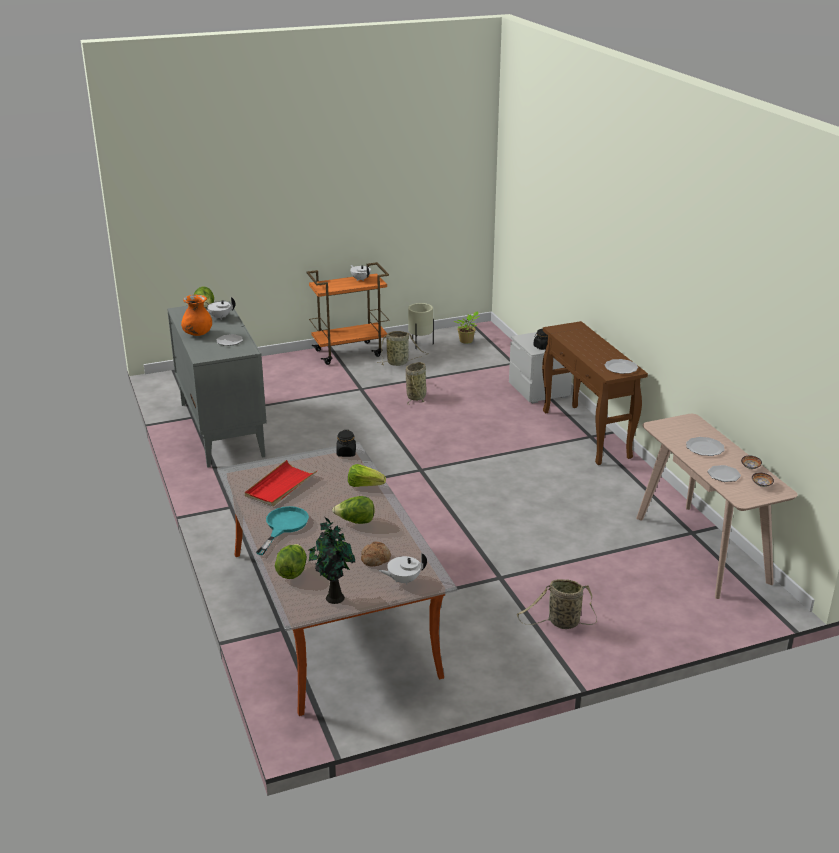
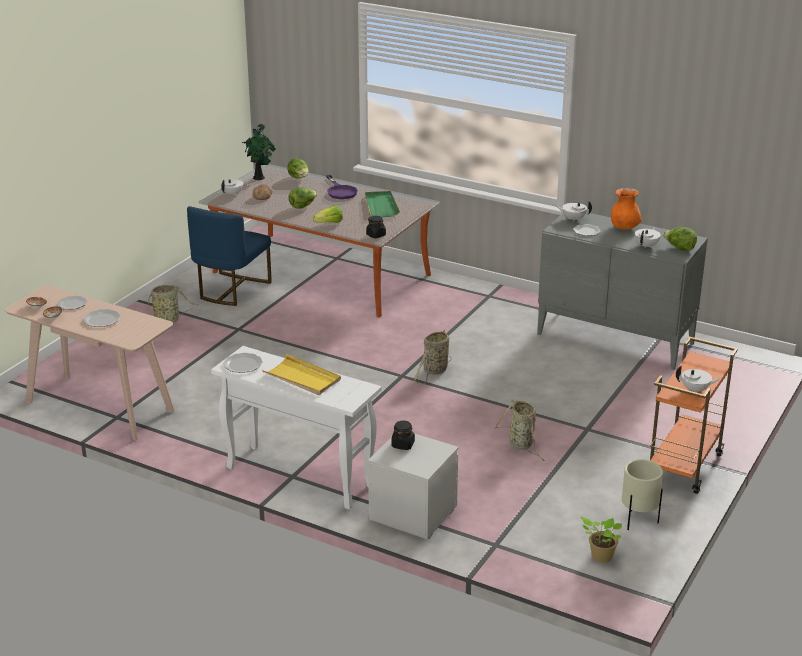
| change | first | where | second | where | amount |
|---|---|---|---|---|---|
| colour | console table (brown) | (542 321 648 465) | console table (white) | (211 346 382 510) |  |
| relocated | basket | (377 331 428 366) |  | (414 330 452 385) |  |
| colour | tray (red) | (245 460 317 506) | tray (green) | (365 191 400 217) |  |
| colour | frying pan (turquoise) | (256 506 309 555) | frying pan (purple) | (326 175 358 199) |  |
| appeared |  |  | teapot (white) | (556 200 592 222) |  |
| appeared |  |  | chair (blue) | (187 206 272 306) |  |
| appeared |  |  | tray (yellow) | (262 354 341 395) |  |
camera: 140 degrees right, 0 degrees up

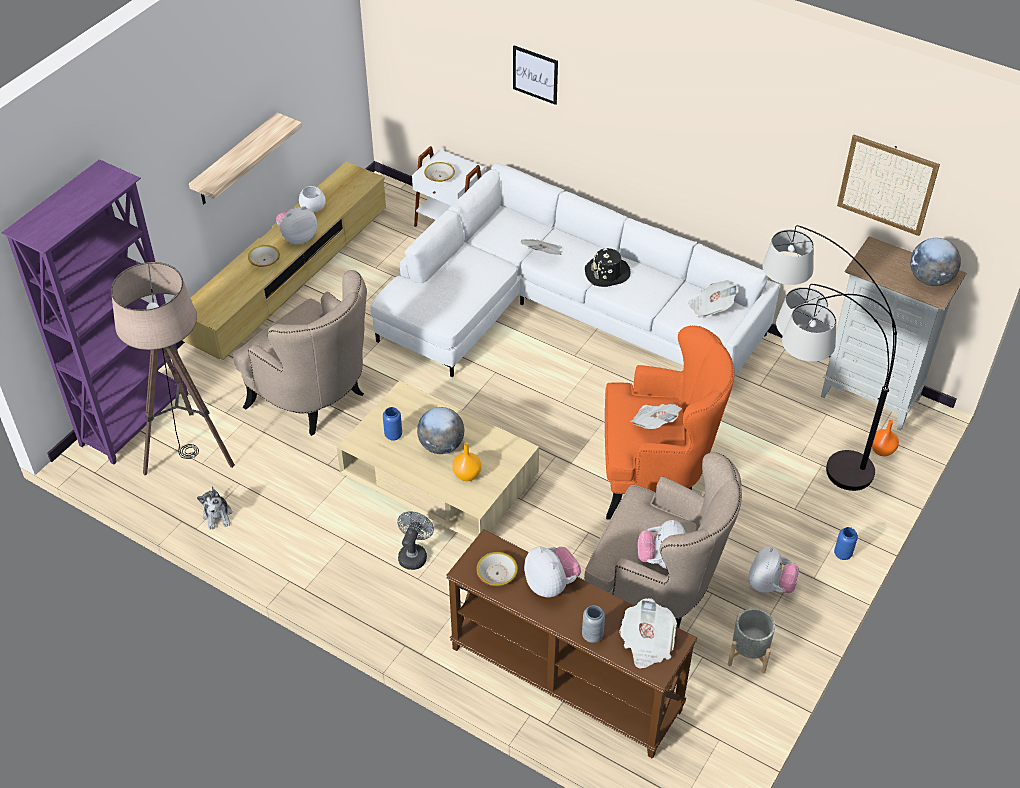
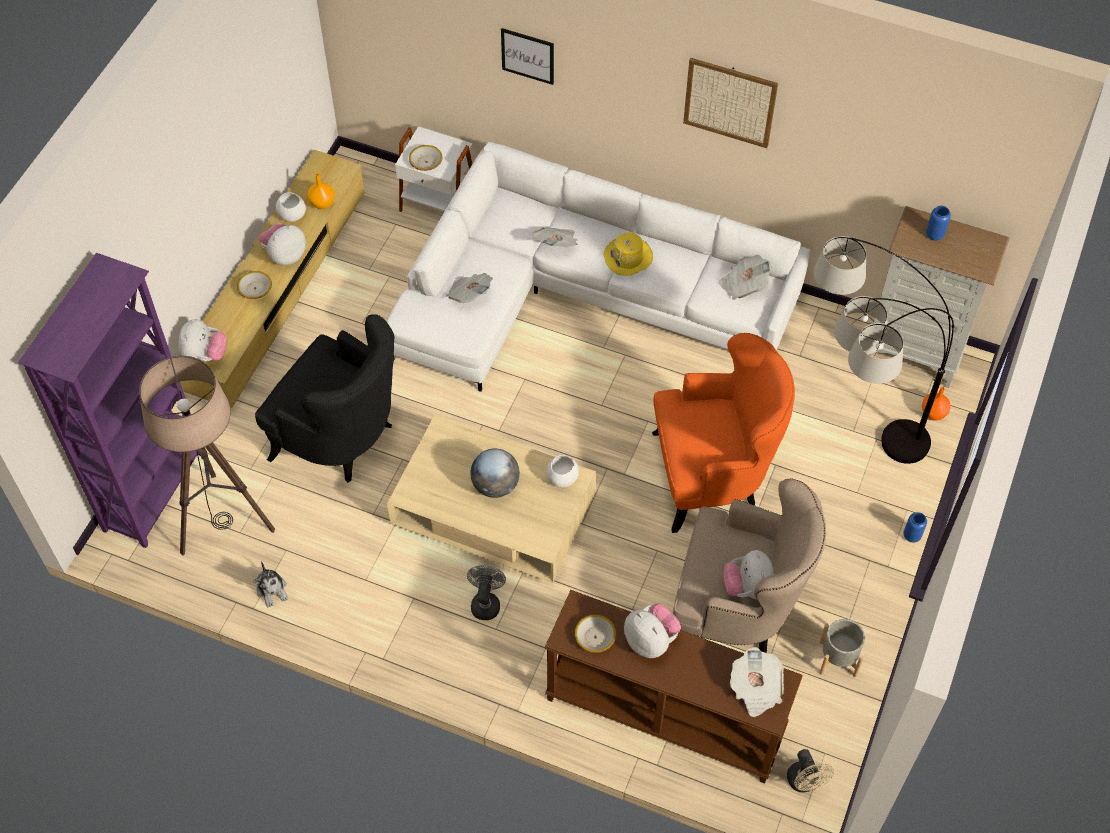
| change | first | where | second | where | amount |
|---|---|---|---|---|---|
| missing | shelf | (189 112 302 204) |  |  |  |
| relocated | picture | (837 134 940 236) |  | (683 58 778 148) |  |
| missing | globe | (910 238 961 286) |  |  |  |
| colour | hat (black) | (585 248 631 287) | hat (yellow) | (603 232 653 276) |  |
| colour | armchair (beige) | (233 270 367 436) | armchair (black) | (255 314 394 483) |  |
| relocated | newspaper | (630 404 682 429) |  | (446 273 493 303) |  |
| relocated | vase (blue) | (383 407 402 441) |  | (926 206 951 240) |  |
| relocated | vase (orange) | (452 443 482 481) |  | (308 173 335 209) |  |
| relocated | plush toy | (749 546 799 593) |  | (178 319 227 361) |  |
| missing | vase (grey) | (582 605 605 643) |  |  |  |
| appeared |  |  | bowl (white) | (546 455 579 487) |  |
| appeared |  |  | fan (beige) | (787 749 834 792) |  |
camera: 10 degrees left, 10 degrees up

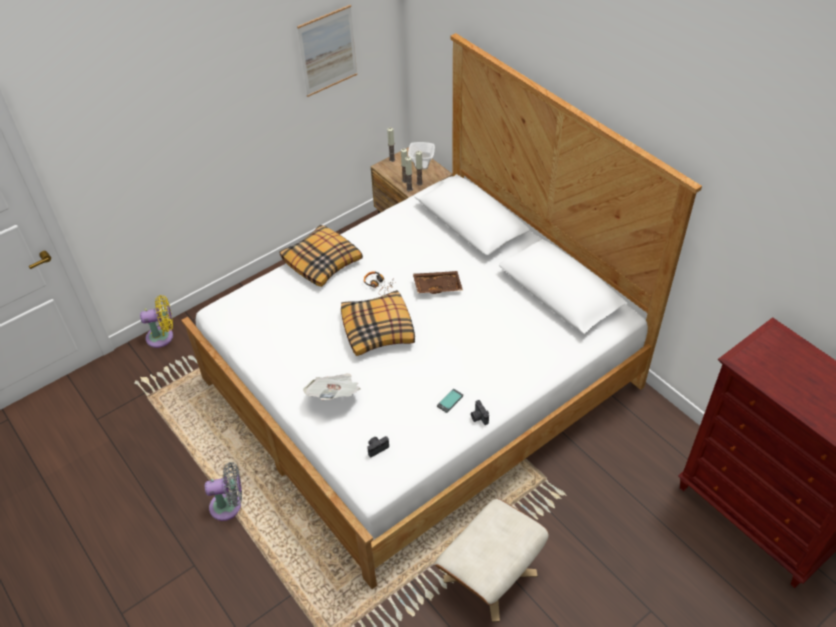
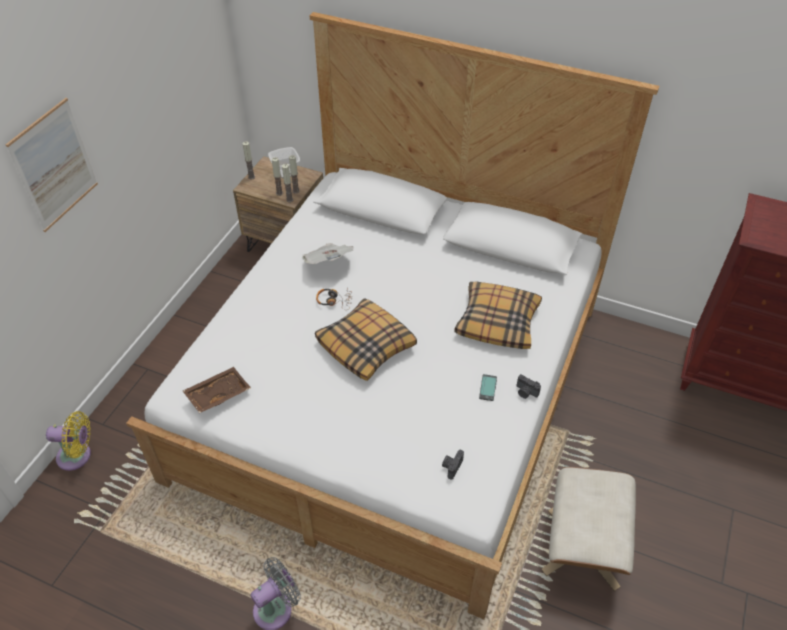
| change | first | where | second | where | amount |
|---|---|---|---|---|---|
| relocated | picture | (297 5 357 97) |  | (6 98 98 232) |  |
| relocated | pillow | (280 225 363 287) |  | (454 282 542 349) |  |
| relocated | tray (brown) | (413 271 463 294) |  | (183 367 251 413) |  |
| spun | fan (yellow) | (140 295 173 348) |  | (46 411 91 471) | 45 degrees clockwise |
| relocated | newspaper | (303 373 360 400) |  | (302 243 354 264) |  |
camera: 30 degrees left, 0 degrees up

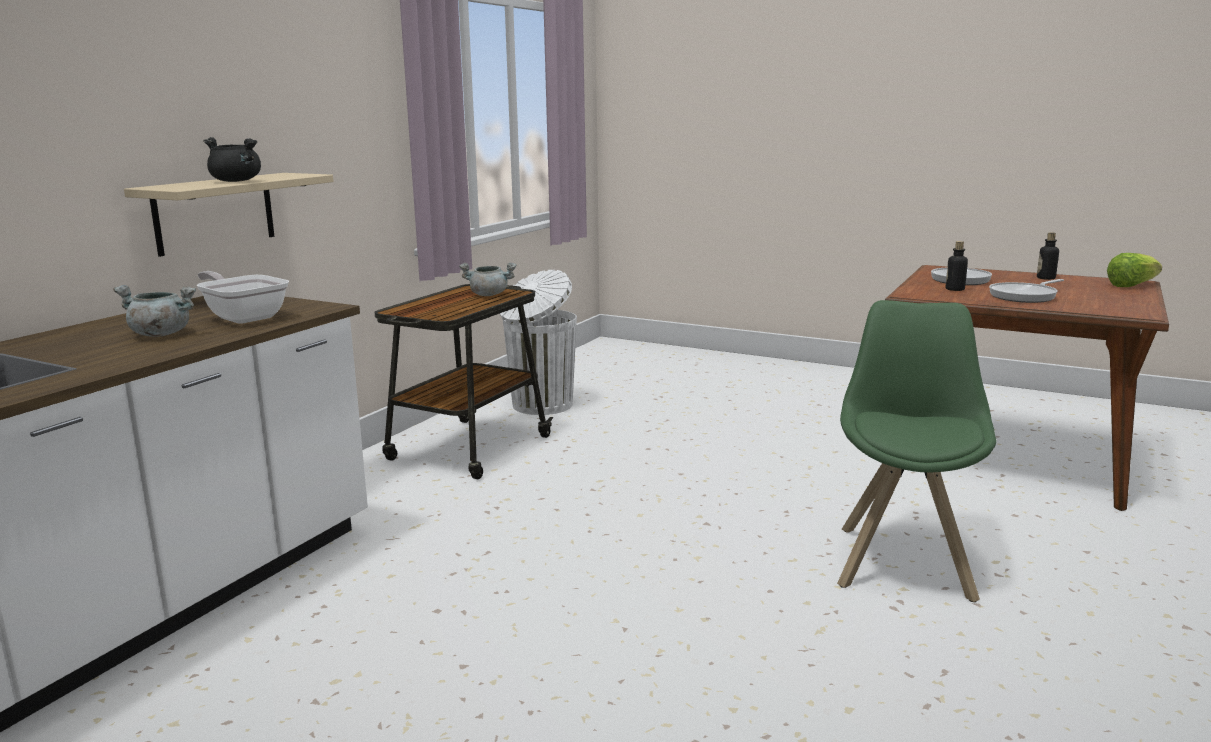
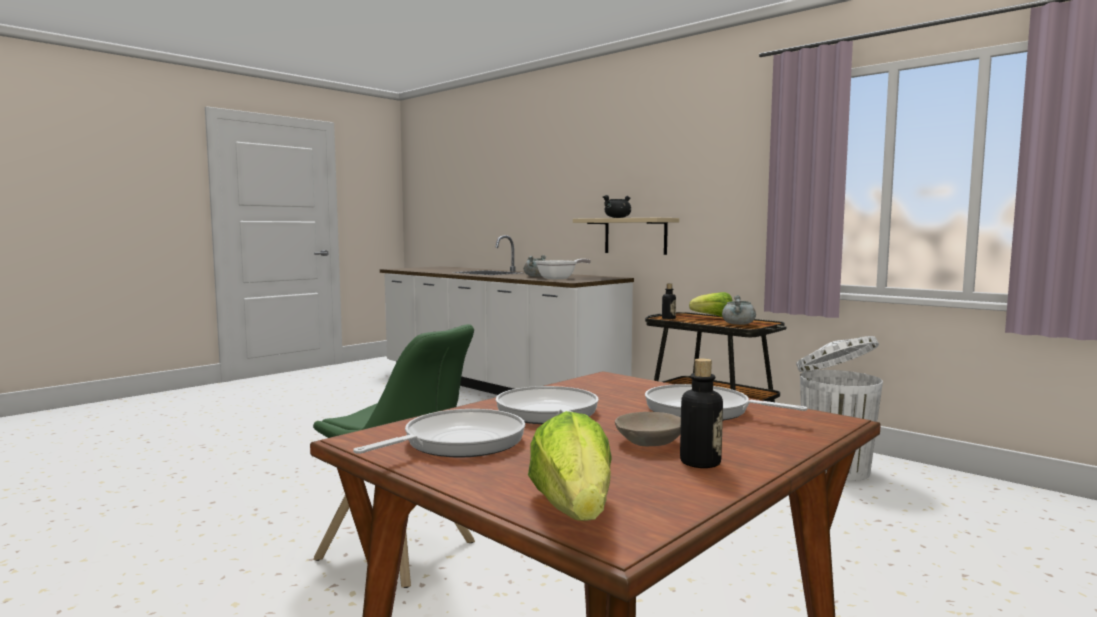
| change | first | where | second | where | amount |
|---|---|---|---|---|---|
| relocated | bottle | (946 241 968 291) |  | (662 283 676 319) |  |
| appeared |  |  | lettuce | (689 292 732 317) |  |
| appeared |  |  | frying pan | (353 409 525 458) |  |
| appeared |  |  | bowl (beige) | (615 412 681 446) |  |
camera: 105 degrees right, 10 degrees down

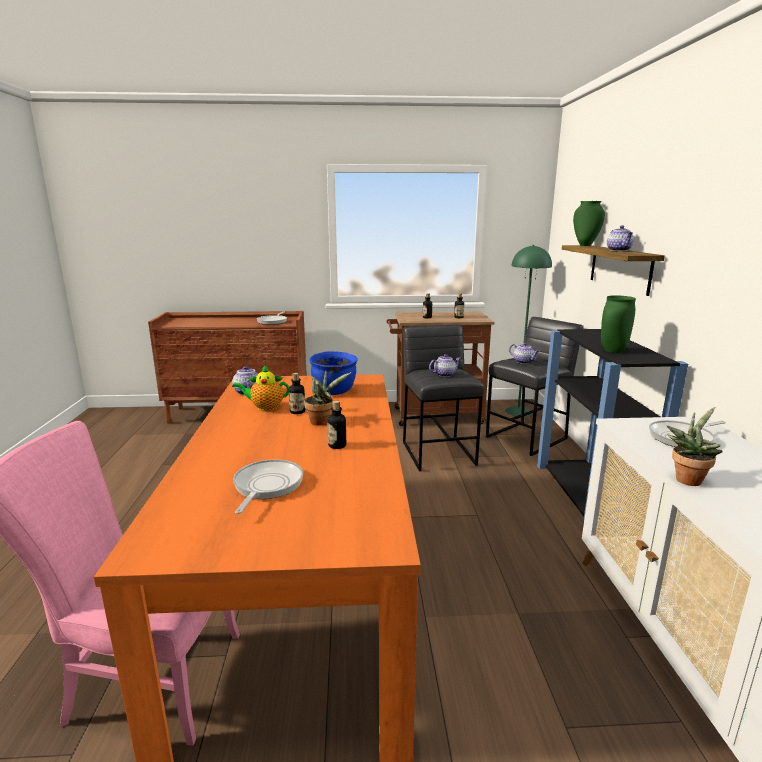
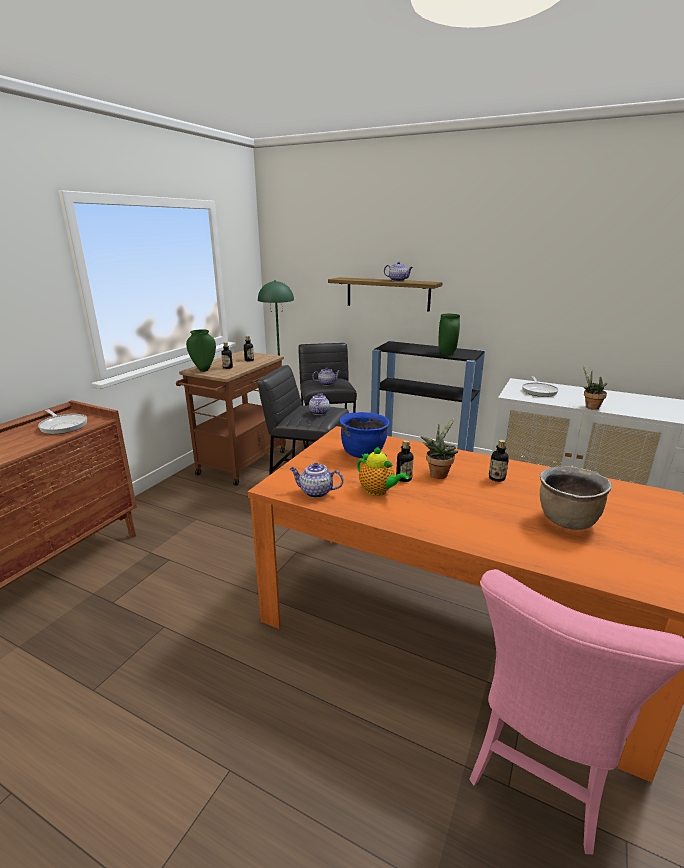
| change | first | where | second | where | amount |
|---|---|---|---|---|---|
| relocated | vase (green) | (573 201 605 246) |  | (186 329 216 372) |  |
| spun | teapot | (232 365 289 411) |  | (357 446 409 496) | 75 degrees counterclockwise |
| exchanged | frying pan | (233 459 303 514) | cooking pot (brown) | (540 467 612 530) |  |
camera: 60 degrees left, 5 degrees up

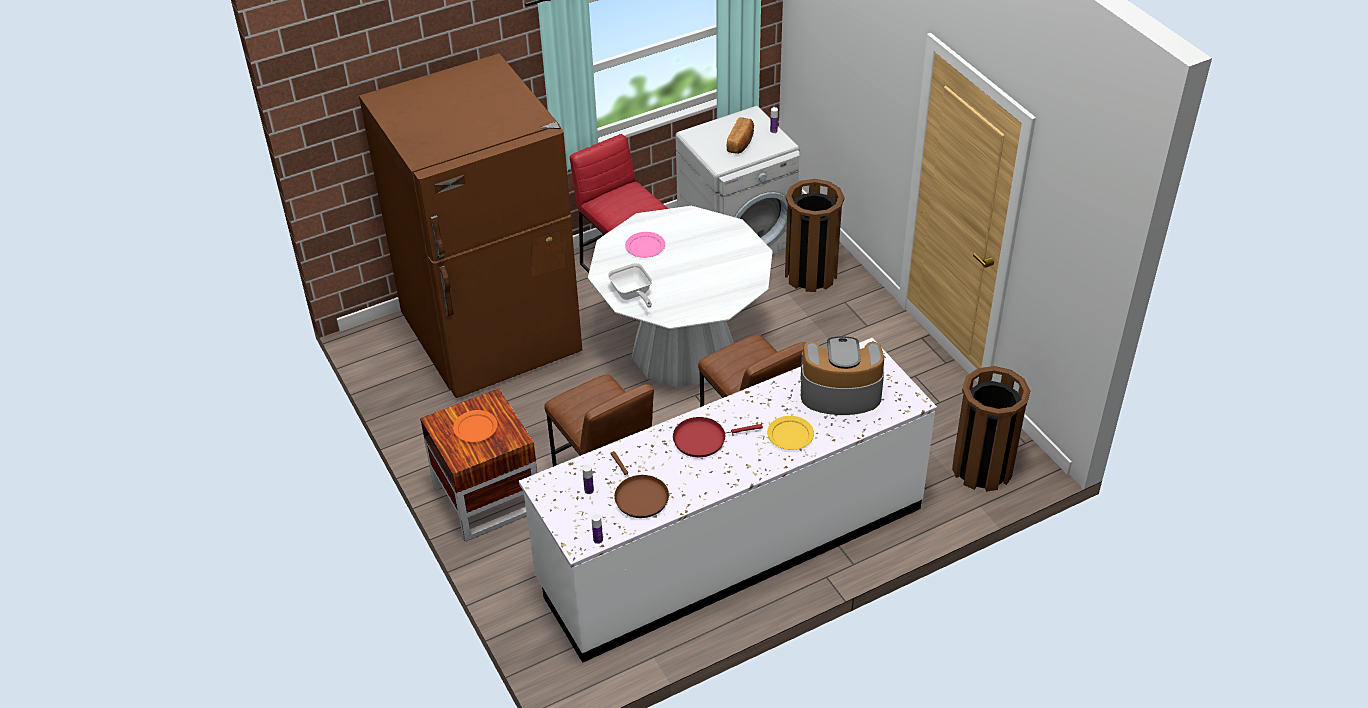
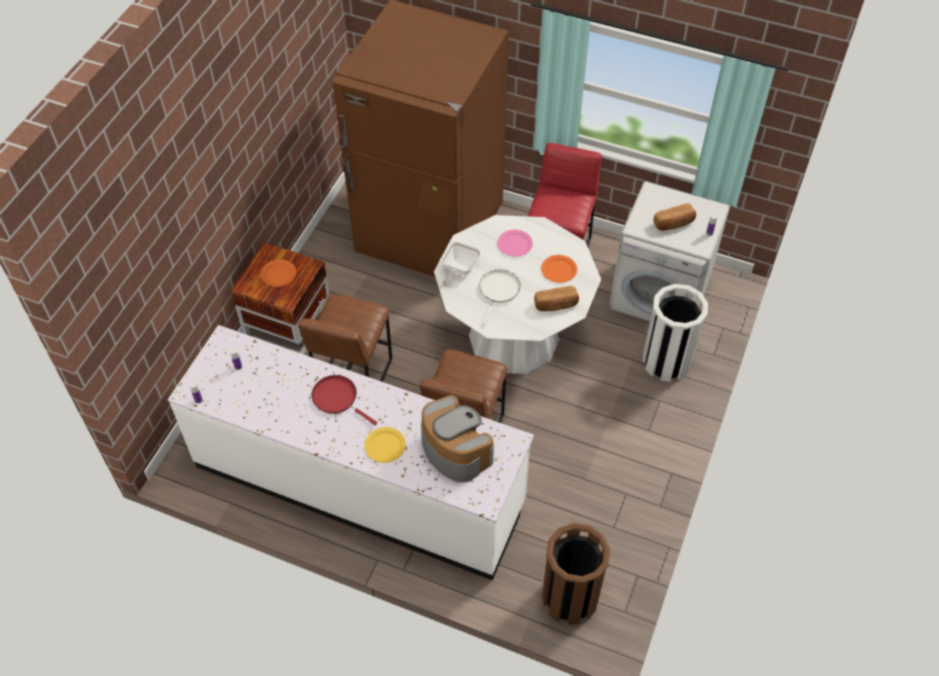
| change | first | where | second | where | amount |
|---|---|---|---|---|---|
| colour | trash can (brown) | (785 179 844 292) | trash can (white) | (642 284 708 382) |  |
| missing | frying pan (brown) | (610 451 669 518) |  |  |  |
| appeared |  |  | plate (orange) | (541 255 577 283) |  |
| appeared |  |  | frying pan (white) | (479 269 521 325) |  |
| appeared |  |  | bread | (534 286 579 311) |  |
camera: 50 degrees right, 10 degrees up

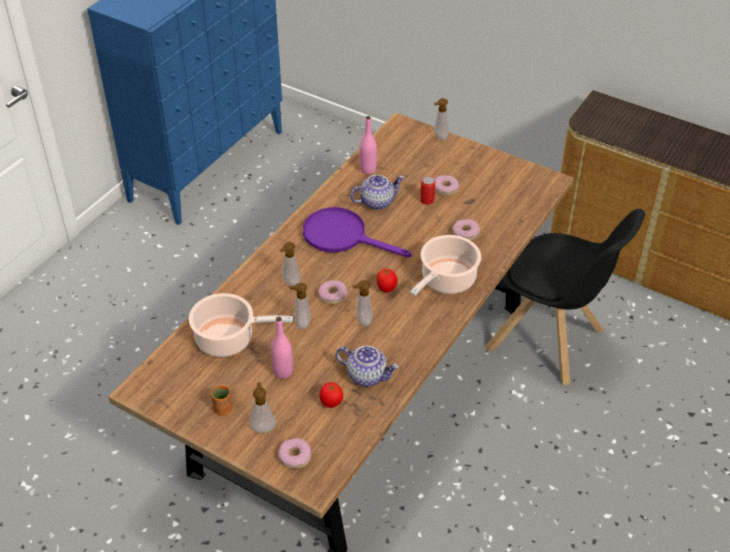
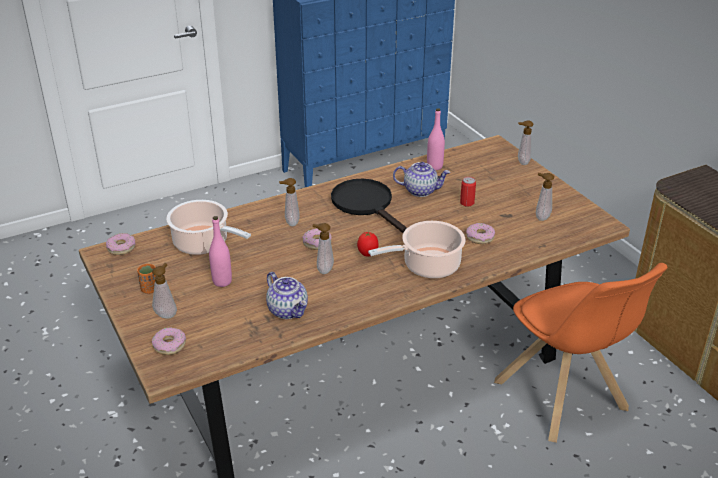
| change | first | where | second | where | amount |
|---|---|---|---|---|---|
| relocated | donut | (434 175 459 196) |  | (106 233 135 255) |  |
| colour | frying pan (purple) | (303 207 412 257) | frying pan (black) | (331 179 407 233) |  |
| colour | chair (black) | (485 209 645 386) | chair (orange) | (494 263 668 443) |  |
| relocated | soap dispenser | (289 283 311 329) |  | (536 173 554 221) |  |
| missing | tomato | (319 382 343 408) |  |  |  |
camera: 30 degrees right, 10 degrees down

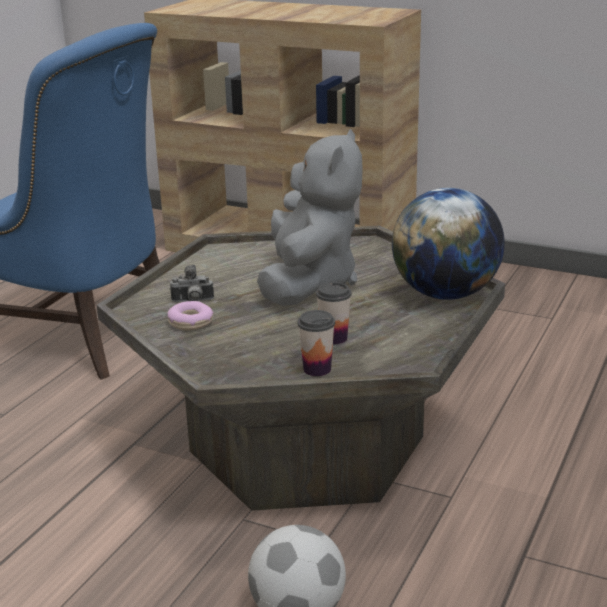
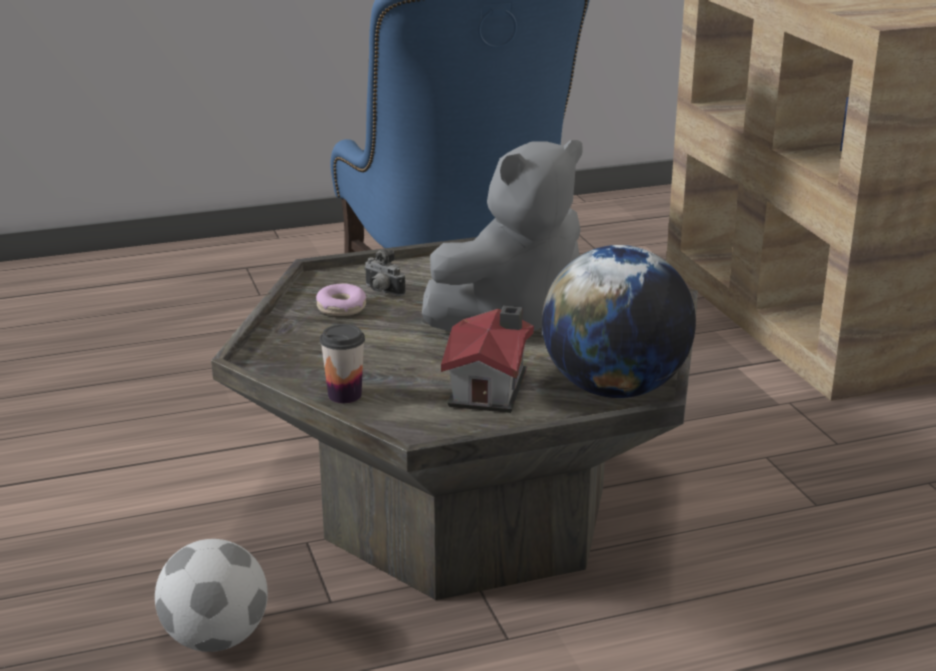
| change | first | where | second | where | amount |
|---|---|---|---|---|---|
| missing | cup | (316 282 352 344) |  |  |  |
| appeared |  |  | toy house | (441 306 534 413) |  |
camera: 45 degrees right, 0 degrees up

